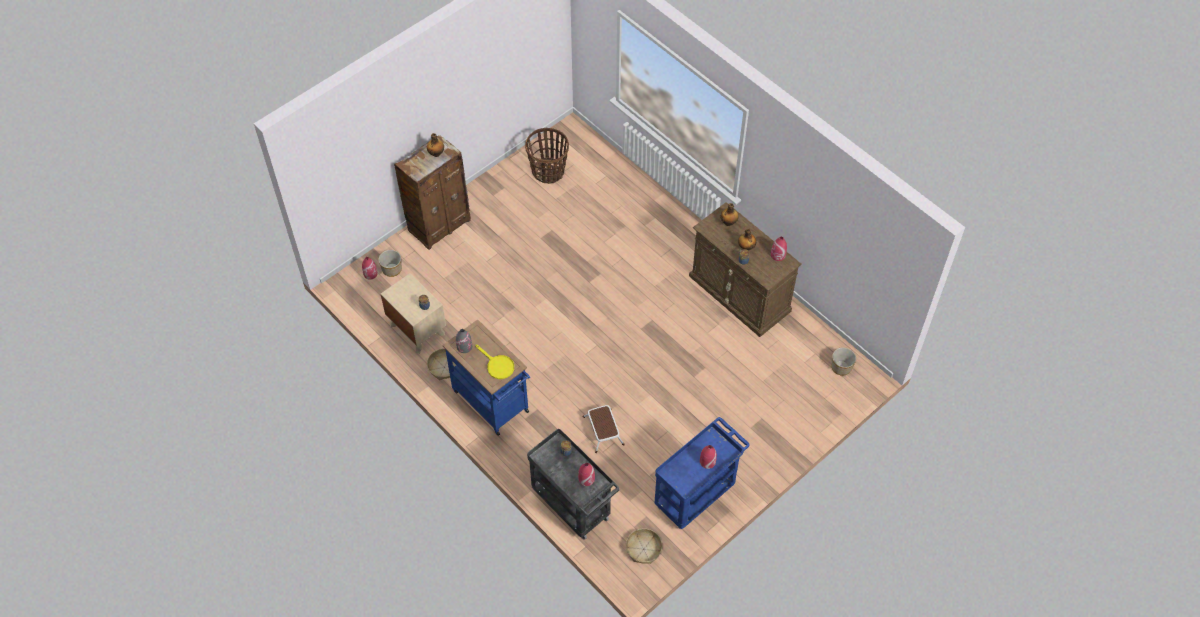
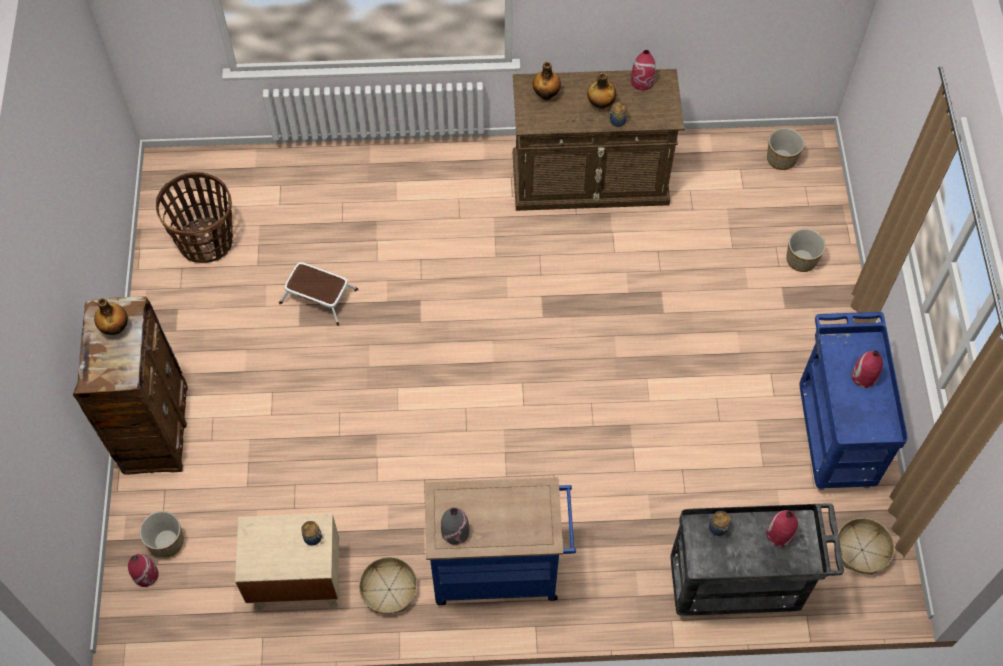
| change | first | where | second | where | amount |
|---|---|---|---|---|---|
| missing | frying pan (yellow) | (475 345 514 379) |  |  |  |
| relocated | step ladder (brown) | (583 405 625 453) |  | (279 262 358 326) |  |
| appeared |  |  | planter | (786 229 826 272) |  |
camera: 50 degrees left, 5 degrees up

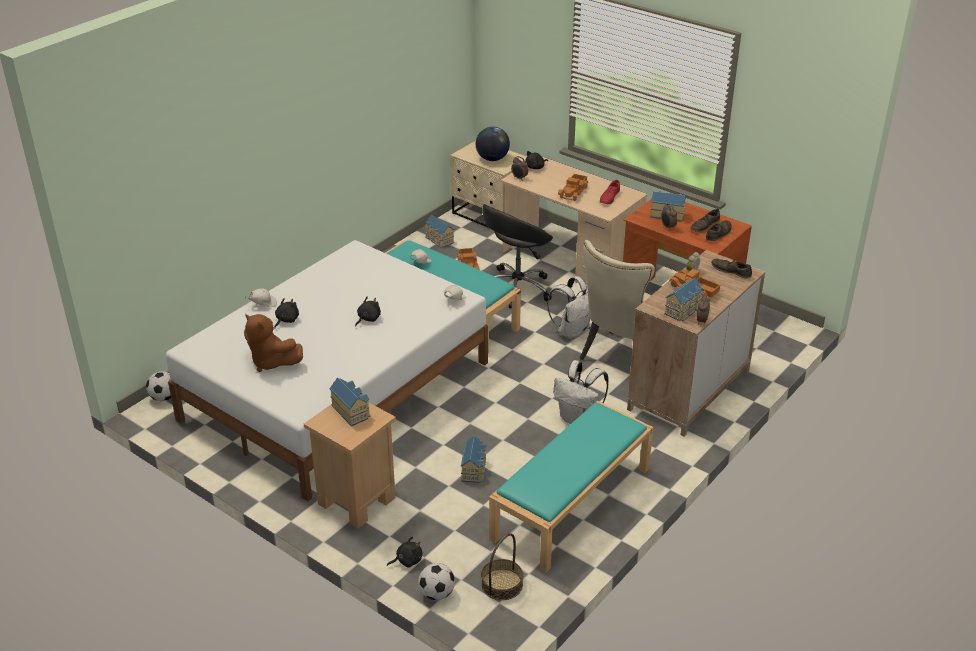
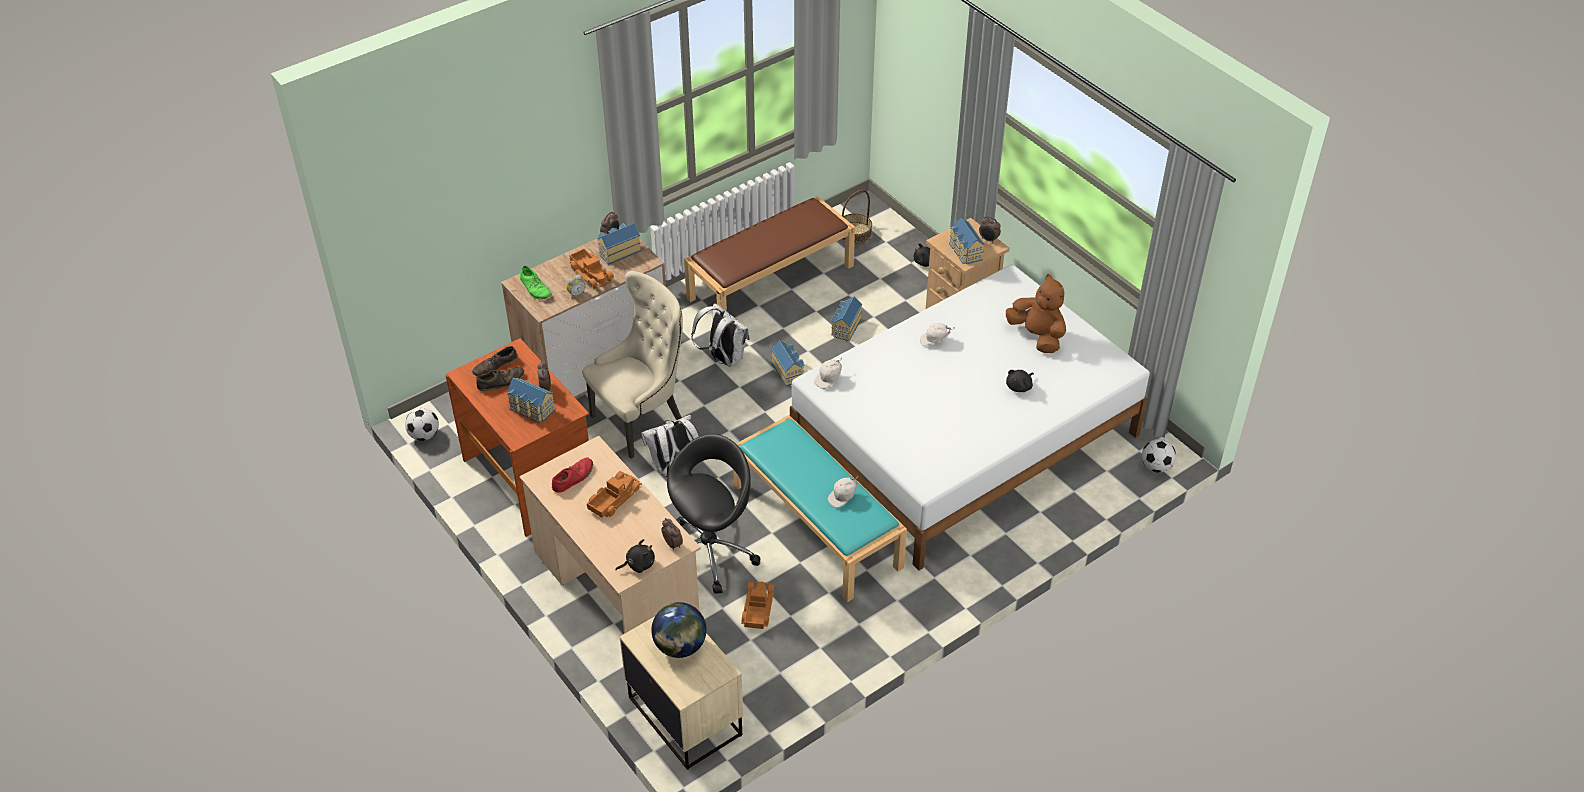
| change | first | where | second | where | amount |
|---|---|---|---|---|---|
| relocated | toy house | (425 215 454 248) |  | (771 340 804 386) |  |
| colour | shoe (brown) | (711 259 752 278) | shoe (green) | (520 266 552 299) |  |
| relocated | cap (white) | (245 288 277 307) |  | (920 323 955 346) |  |
| missing | plush toy (black) | (355 297 381 326) |  |  |  |
| colour | bench (turquoise) | (489 401 653 572) | bench (brown) | (684 196 855 311) |  |
| relocated | football | (418 563 455 600) |  | (405 408 439 441) |  |
| appeared |  |  | alarm clock | (979 216 1001 243) |  |
camera: 165 degrees left, 10 degrees up

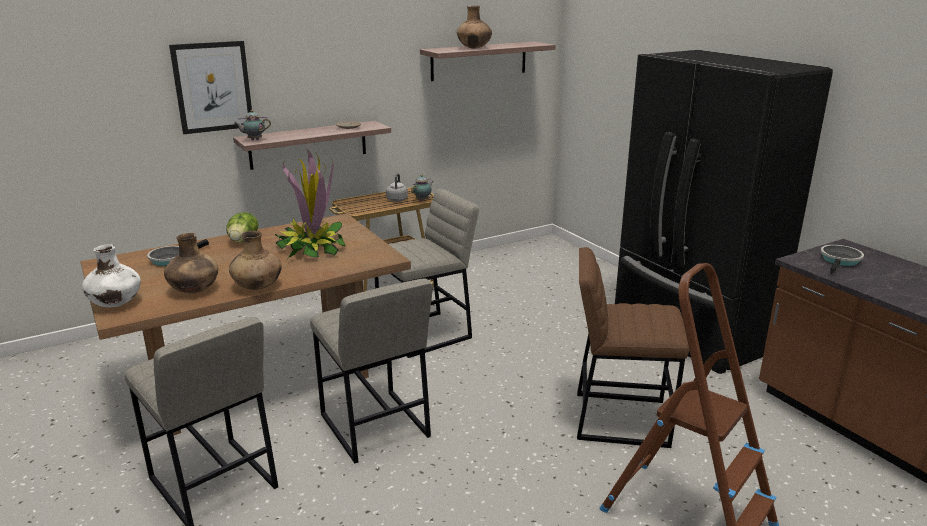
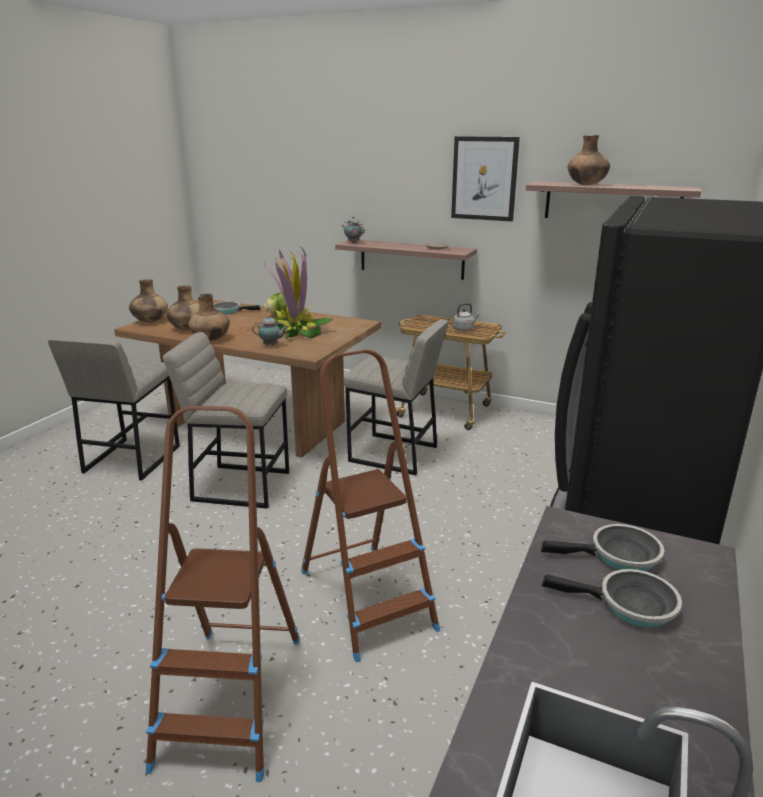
| change | first | where | second | where | amount |
|---|---|---|---|---|---|
| relocated | picture | (169 41 252 134) |  | (451 136 520 221) |  |
| relocated | teapot | (411 174 433 201) |  | (252 315 288 346) |  |
| colour | vase (white) | (82 244 141 307) | vase (brown) | (129 279 168 322) |  |
| exchanged | chair (brown) | (577 247 689 448) | step ladder (brown) | (301 350 440 662) |  |
| spun | chair (grey) | (310 279 433 463) |  | (163 332 289 509) | 75 degrees clockwise |
| appeared |  |  | frying pan | (542 569 682 628) |  |
camera: 55 degrees right, 0 degrees up

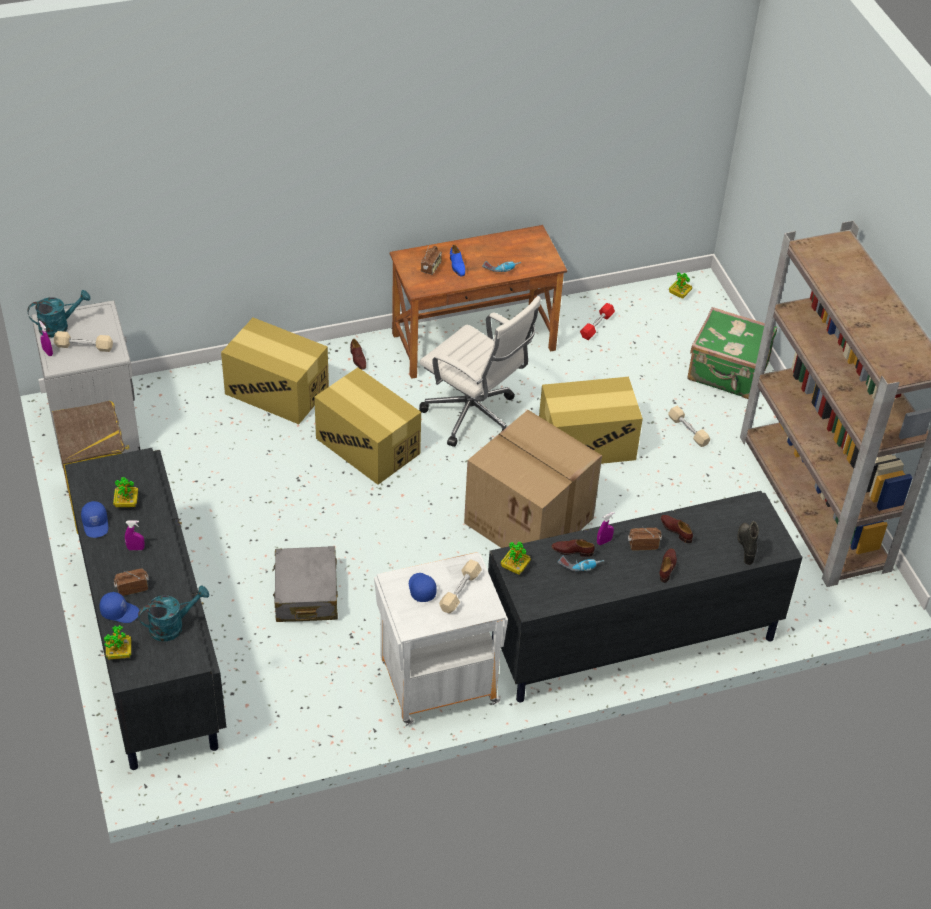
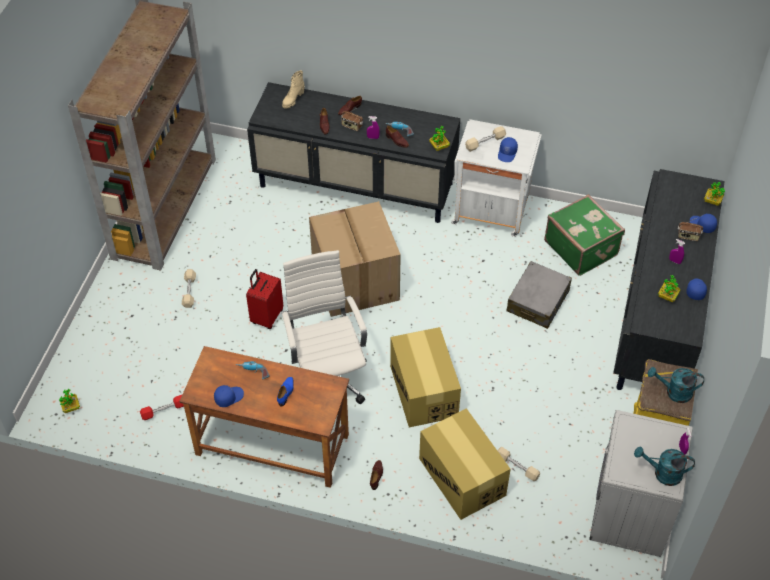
| change | first | where | second | where | amount |
|---|---|---|---|---|---|
| missing | radio | (421 242 442 275) |  |  |  |
| relocated | suitcase (green) | (687 307 777 399) |  | (544 194 625 276) |  |
| relocated | dumbbell (beige) | (54 331 113 352) |  | (497 447 540 481) |  |
| exchanged | cardboard box | (539 377 643 464) | suitcase (red) | (246 269 283 329) |  |
| colour | boot (black) | (737 521 759 565) | boot (beige) | (282 70 305 109) |  |
| relocated | watering can (turquoise) | (138 585 209 641) |  | (648 367 704 403) |  |
| appeared |  |  | cap (blue) | (214 385 244 407) |  |
camera: 145 degrees left, 5 degrees up

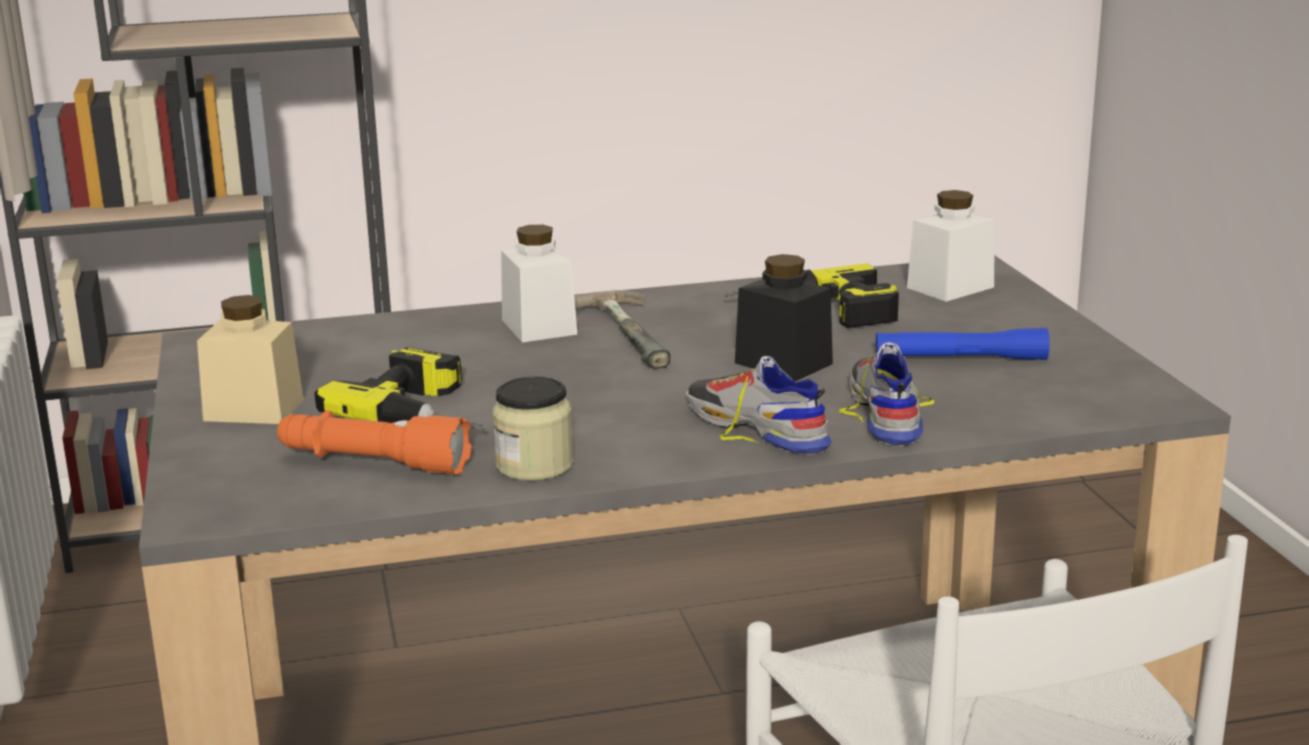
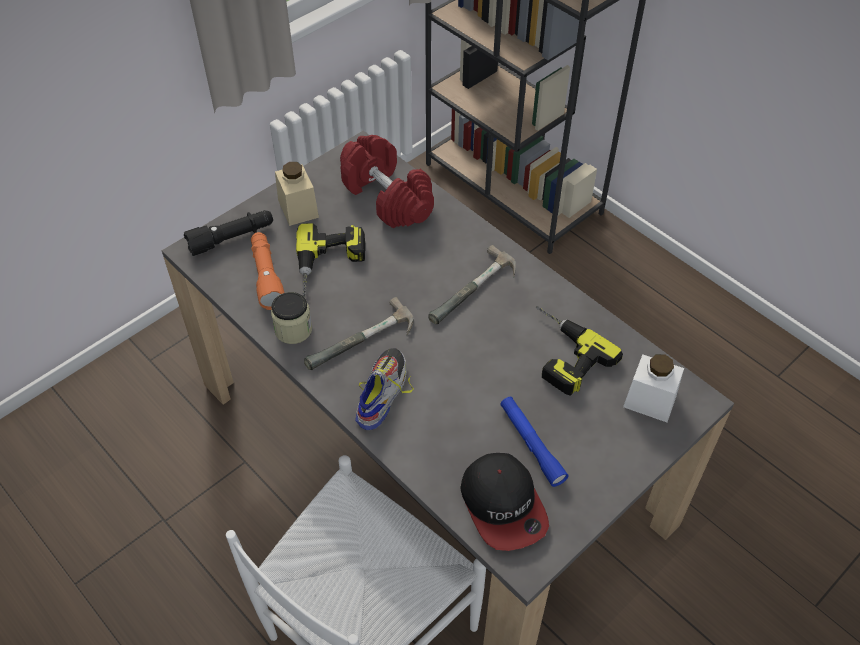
| change | first | where | second | where | amount |
|---|---|---|---|---|---|
| missing | jar (white) | (501 225 577 342) |  |  |  |
| missing | jar (black) | (735 254 833 381) |  |  |  |
| missing | shoe | (839 342 934 446) |  |  |  |
| appeared |  |  | dumbbell (red) | (340 135 434 228) |  |
| appeared |  |  | flashlight (black) | (184 210 273 256) |  |
| appeared |  |  | hammer | (304 297 413 370) |  |
| appeared |  |  | cap | (460 453 549 551) |  |
camera: 60 degrees right, 30 degrees up

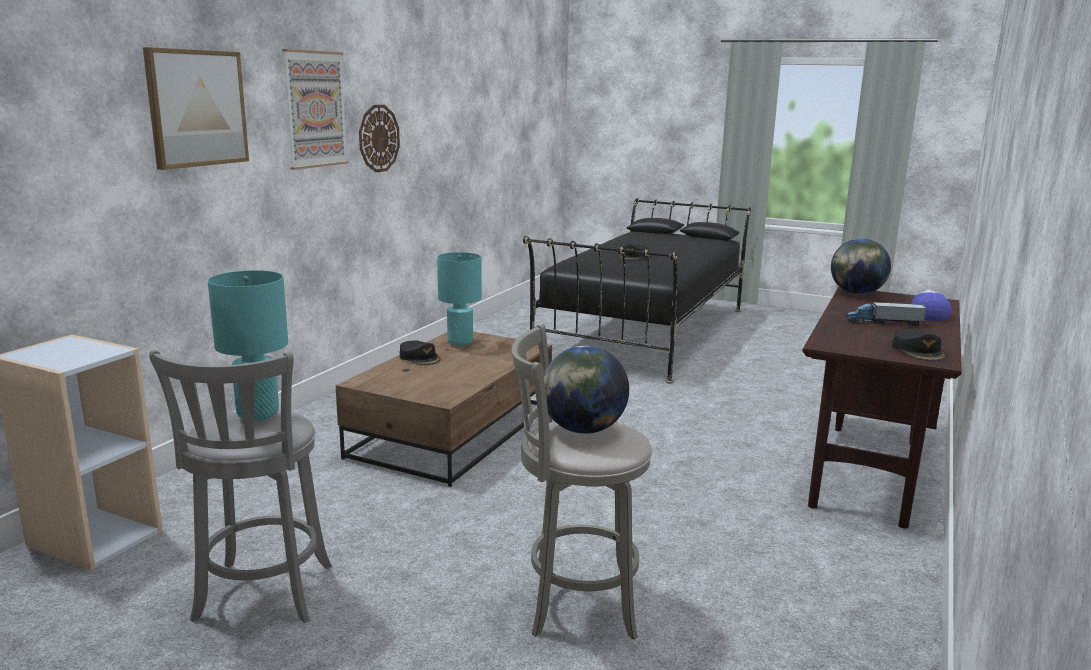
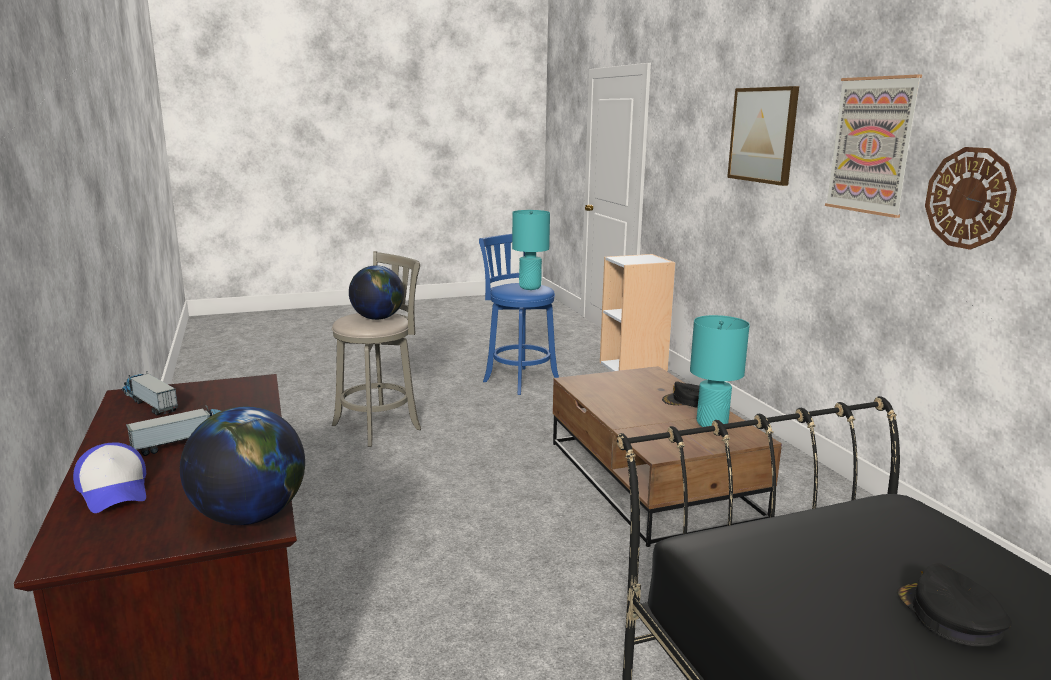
| change | first | where | second | where | amount |
|---|---|---|---|---|---|
| exchanged | cap (black) | (892 329 946 361) | toy truck | (122 371 178 416) |  |
| colour | stool (grey) | (149 350 332 623) | stool (blue) | (479 234 559 395) |  |
camera: 135 degrees right, 0 degrees up

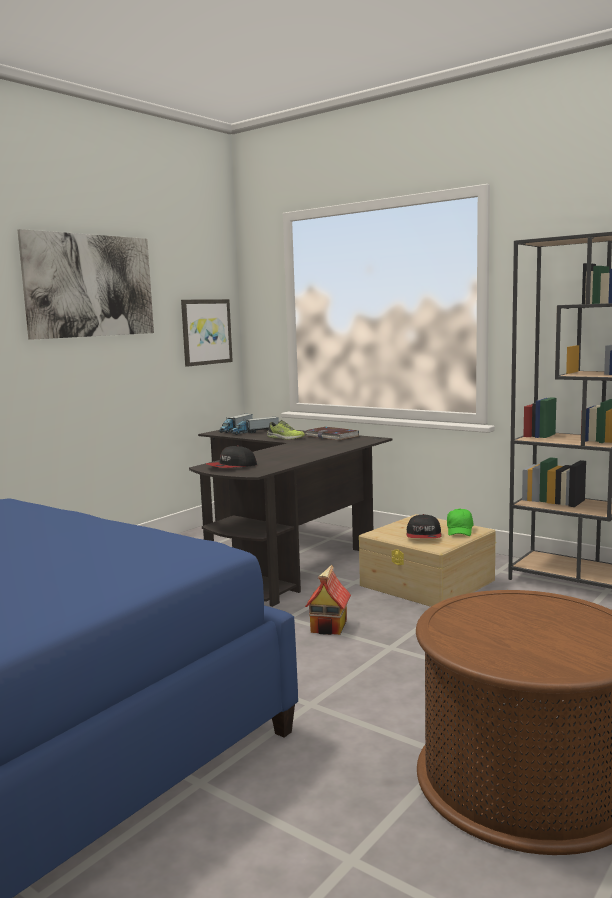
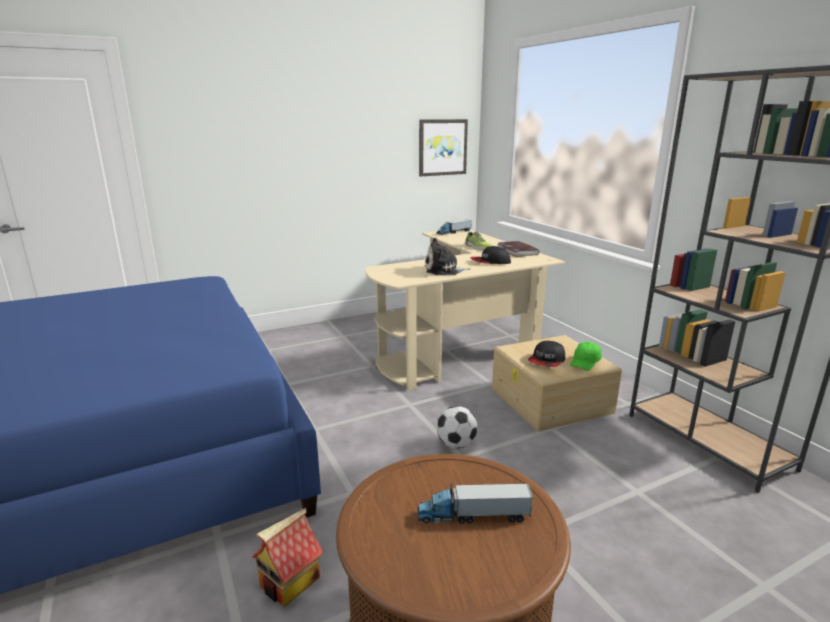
| change | first | where | second | where | amount |
|---|---|---|---|---|---|
| missing | picture | (18 229 154 340) |  |  |  |
| relocated | toy truck | (230 417 279 435) |  | (418 483 534 524) |  |
| colour | desk (black) | (189 429 393 607) | desk (beige) | (365 229 565 391) |  |
| relocated | cap | (206 446 257 468) |  | (470 246 511 264) |  |
| relocated | toy house | (305 565 351 635) |  | (252 508 324 607) |  |
| appeared |  |  | plush toy | (425 238 471 275) |  |
| appeared |  |  | football | (437 406 477 448) |  |
camera: 25 degrees right, 10 degrees up

